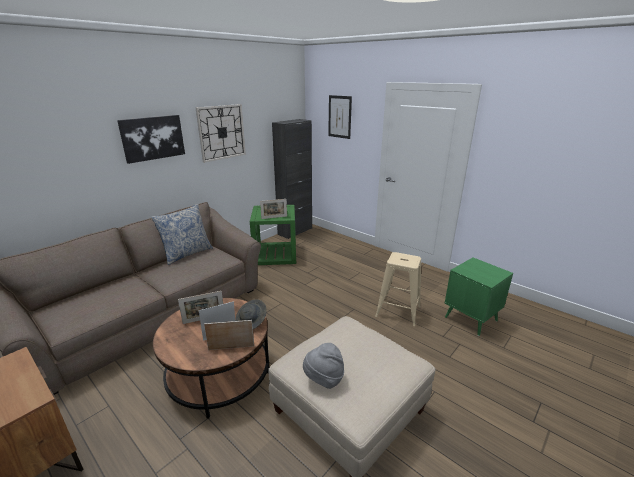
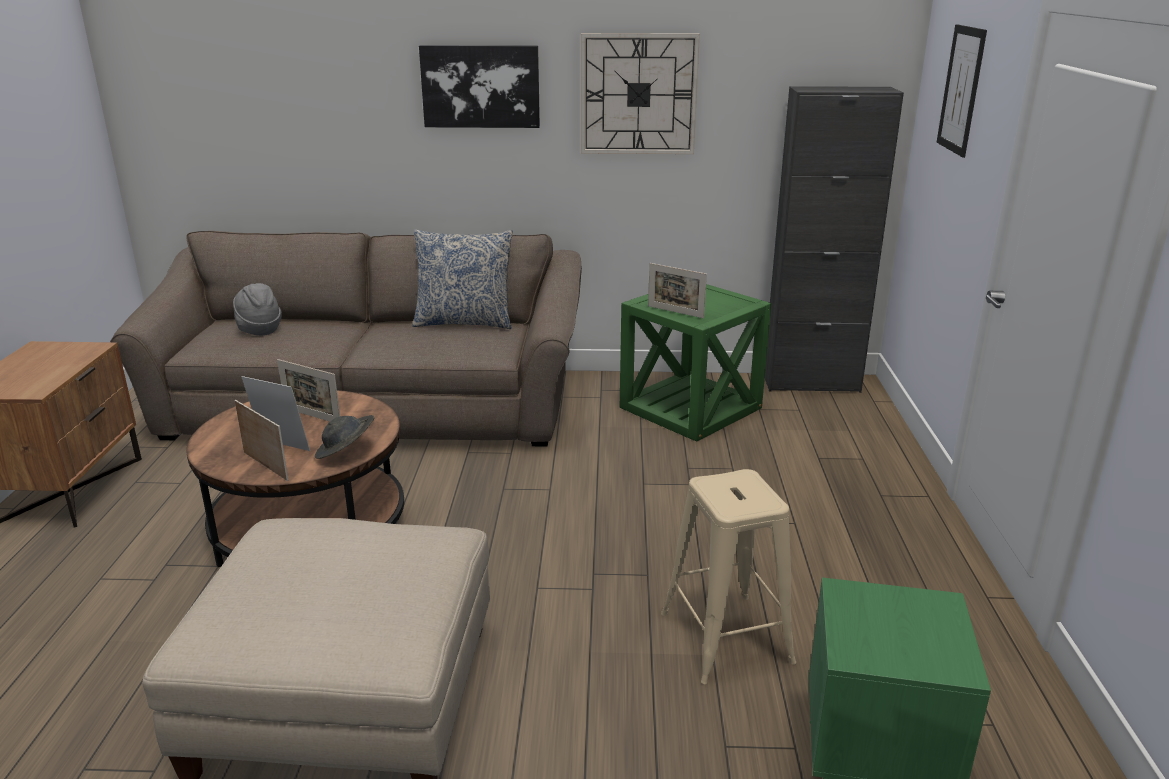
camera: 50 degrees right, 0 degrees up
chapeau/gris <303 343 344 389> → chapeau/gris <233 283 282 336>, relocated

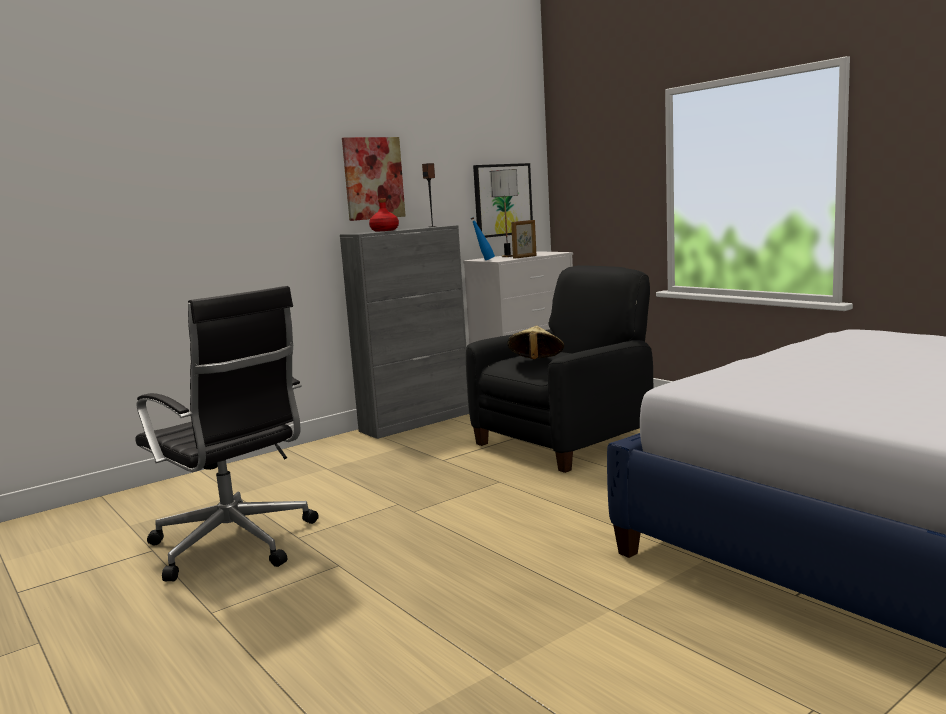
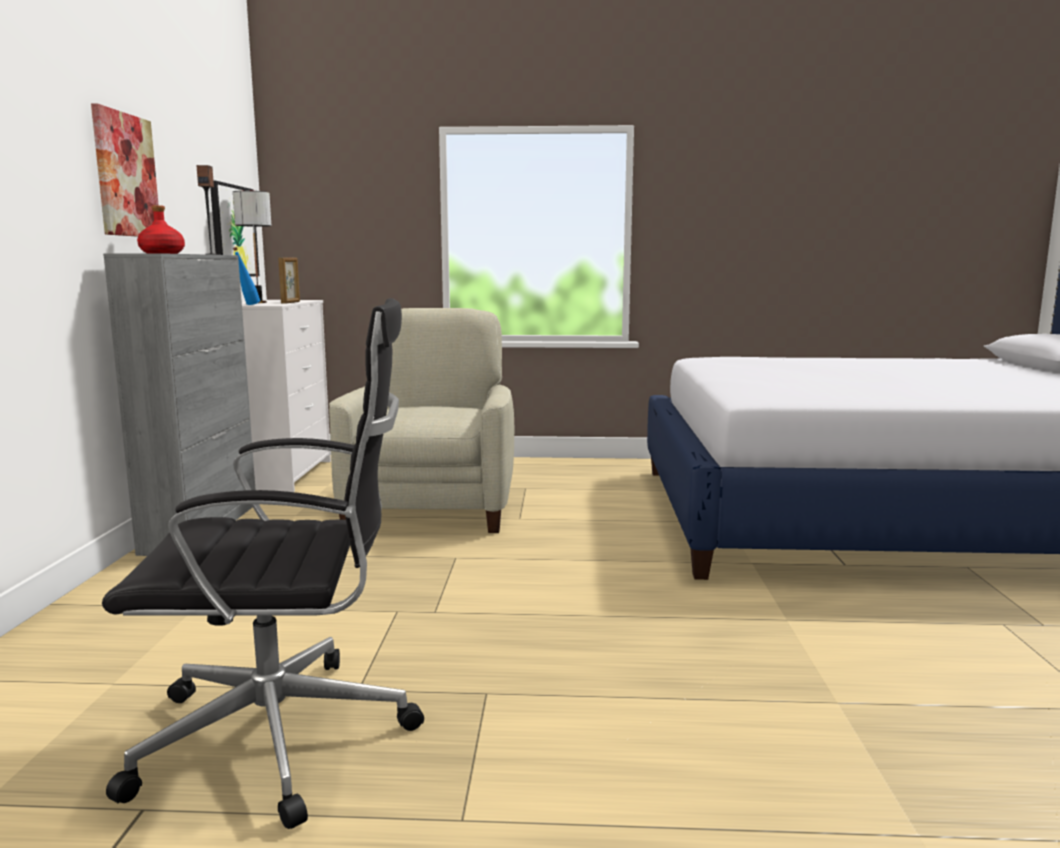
camera: 50 degrees left, 0 degrees up
fauteuil/noir <466 265 653 473> → fauteuil/beige <329 308 514 533>
chapeau/beige <507 326 564 359> → -

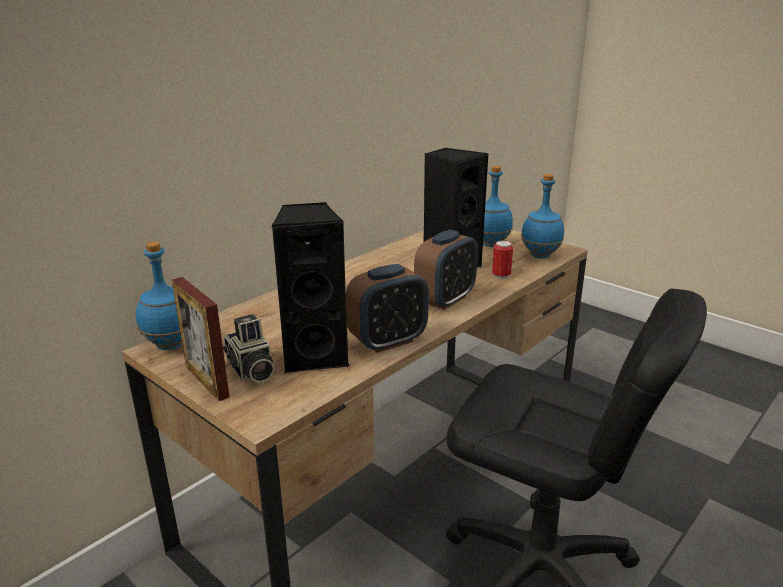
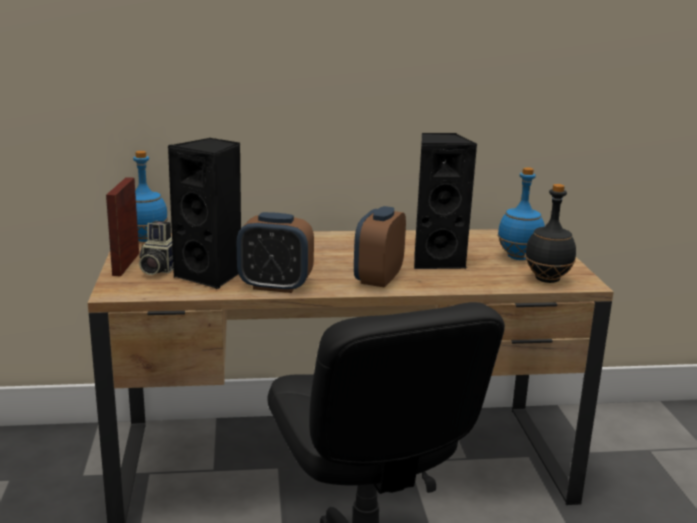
camera: 40 degrees right, 5 degrees down
réveil <414 230 478 310> → réveil <354 206 406 288>, 120 degrees clockwise
boîte métallique <492 240 513 279> → -
bouteille/bleu <521 174 564 258> → bouteille/noir <525 184 576 283>

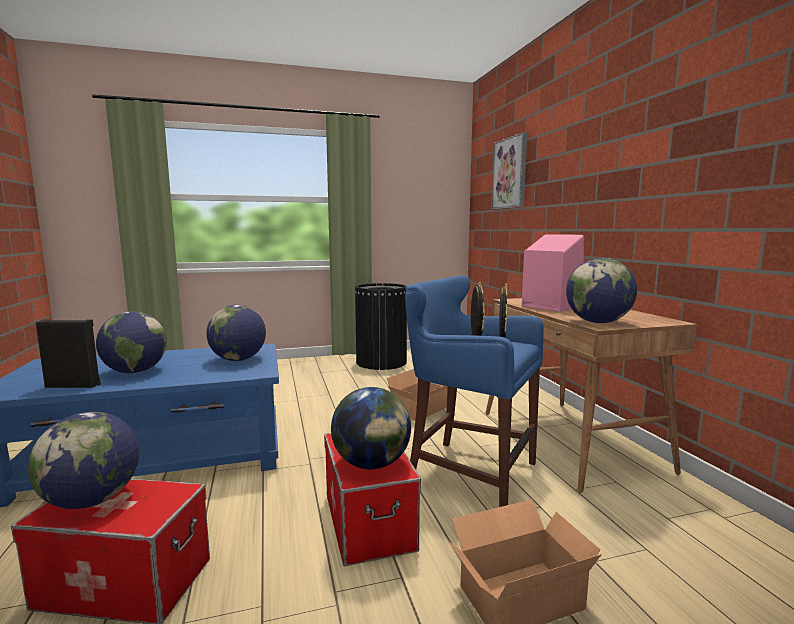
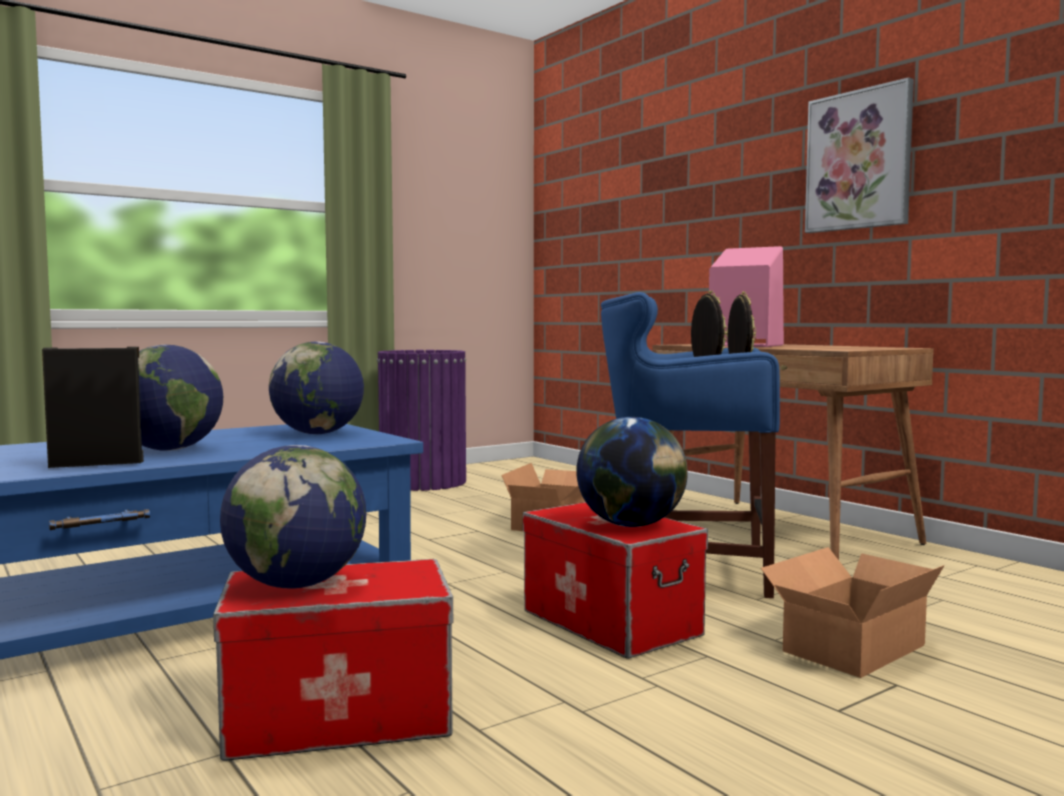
camera: 20 degrees left, 5 degrees down
poubelle/noir <355 283 407 370> → poubelle/violet <377 350 466 491>
tableau <492 132 527 209> → tableau <805 77 914 233>, relocated
globe <566 258 637 323> → -

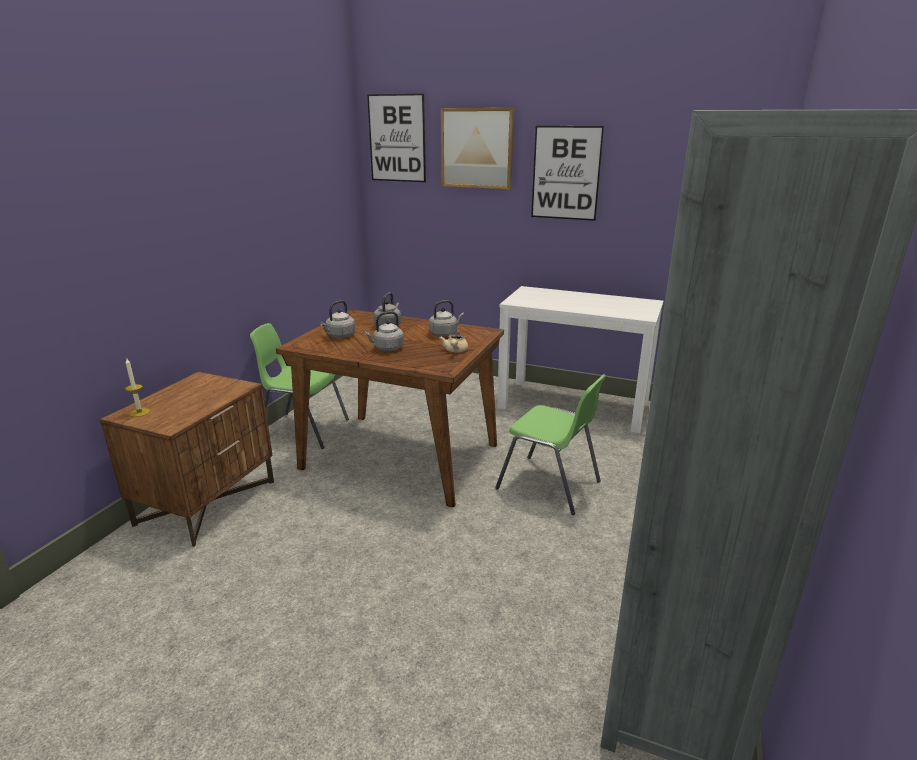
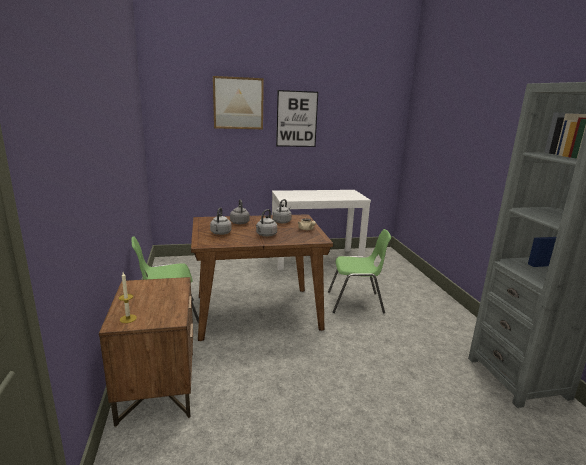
camera: 35 degrees left, 5 degrees down
tableau <367 94 426 182> → -

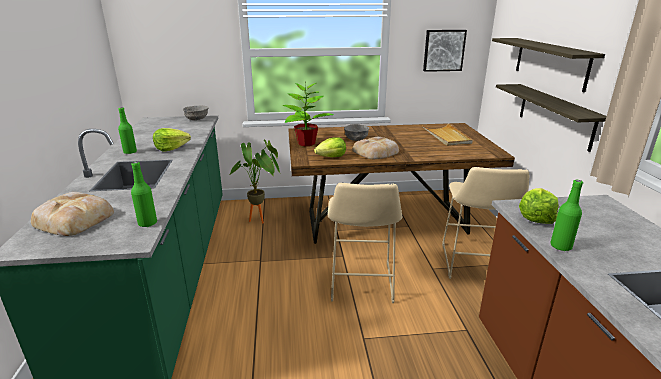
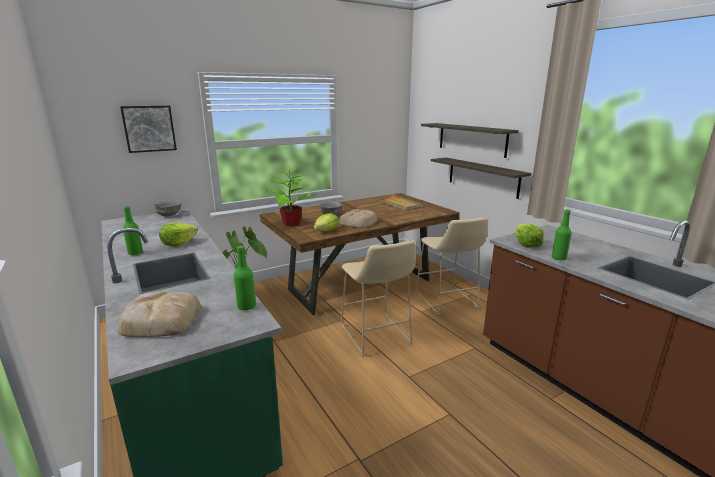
camera: 25 degrees left, 5 degrees down
tableau <423 30 467 72> → tableau <120 106 177 153>, relocated

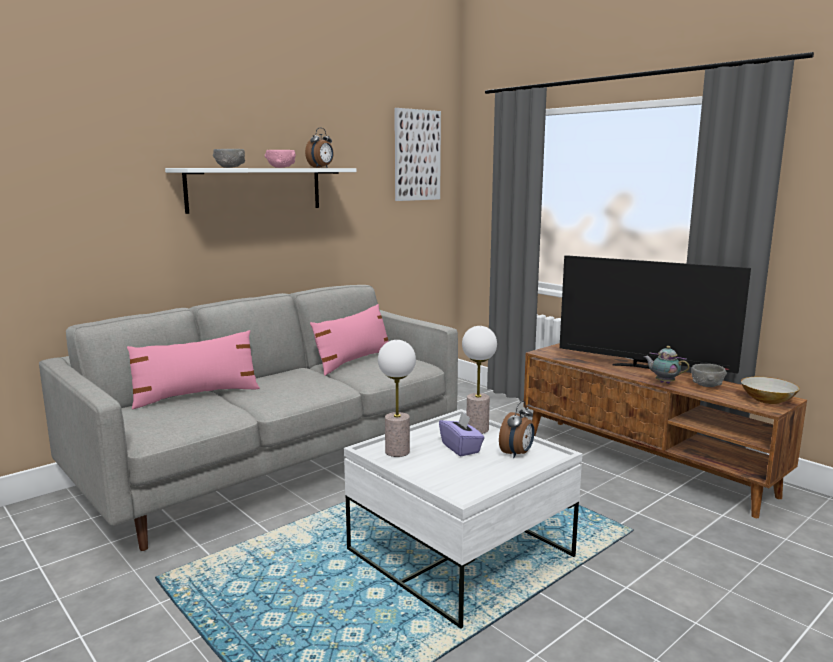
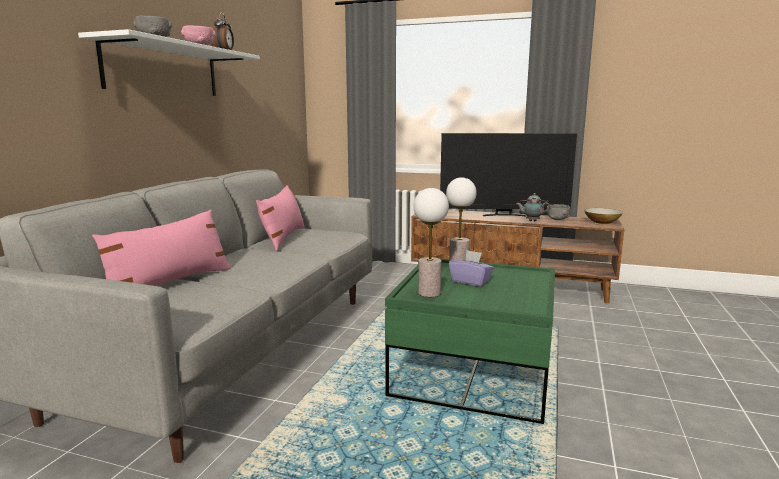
camera: 30 degrees left, 0 degrees up
table basse/blanc <344 409 582 629> → table basse/vert <385 259 555 424>
tableau <394 108 441 201> → -
réveil <499 401 535 458> → -

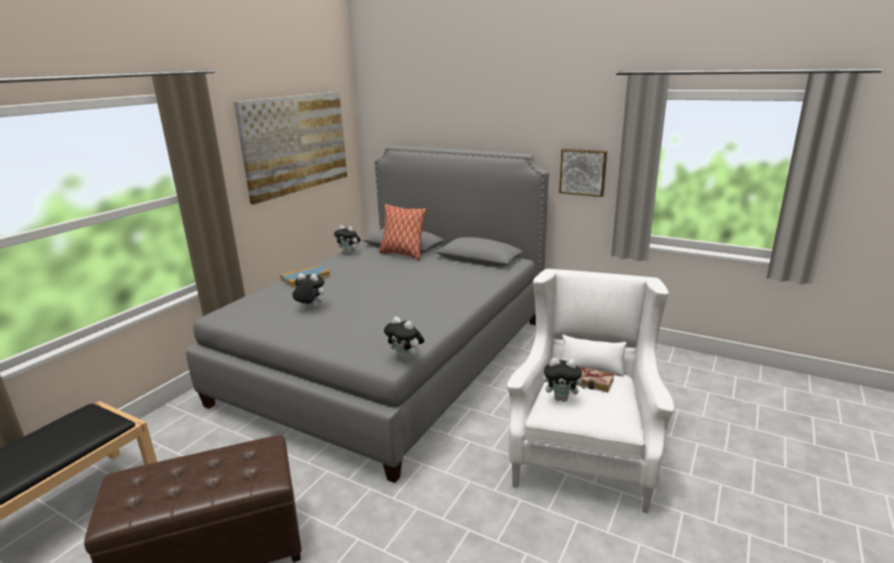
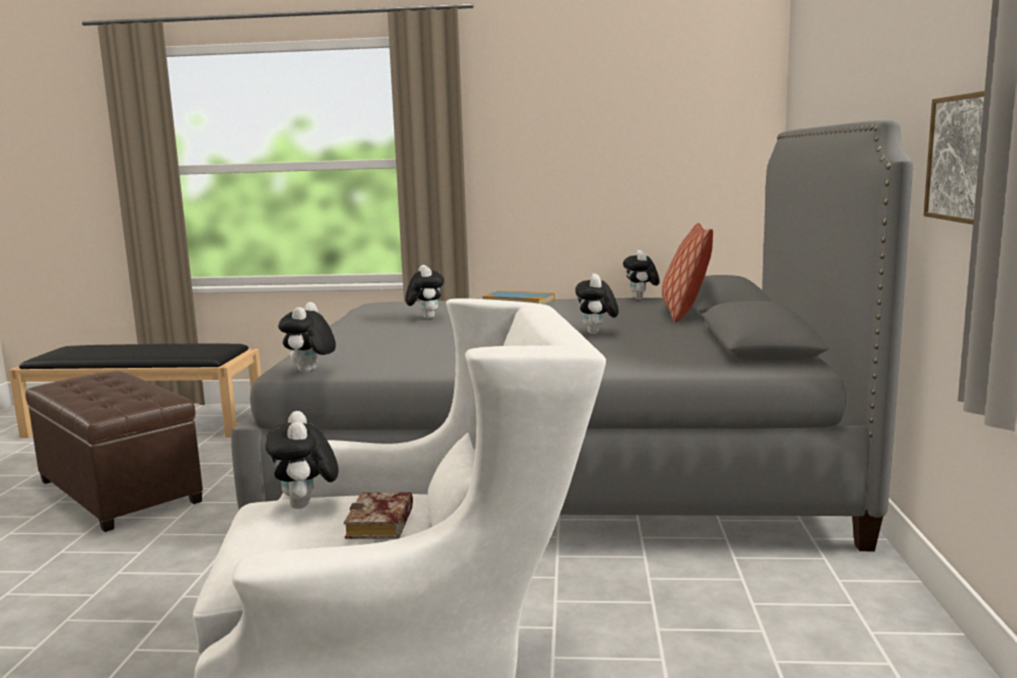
camera: 65 degrees right, 10 degrees down
tableau <234 92 347 205> → -
- → peluche <575 273 619 334>

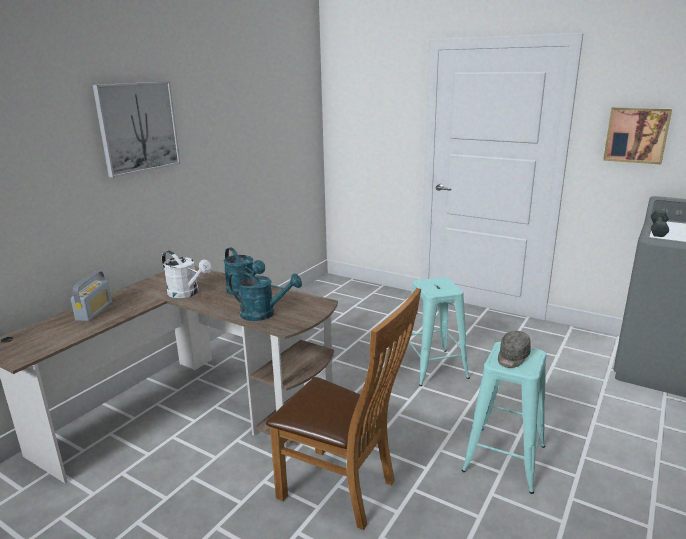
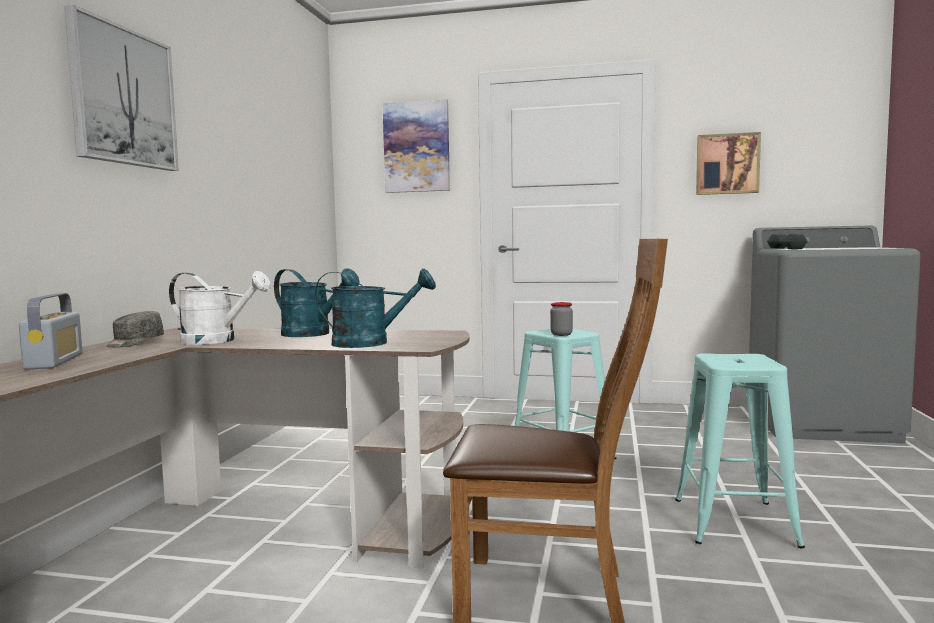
camera: 20 degrees left, 15 degrees down
casquette/gris <498 331 531 368> → casquette/gris <106 311 164 347>, relocated
- → tableau <382 99 450 193>
- → bocal <550 302 573 336>

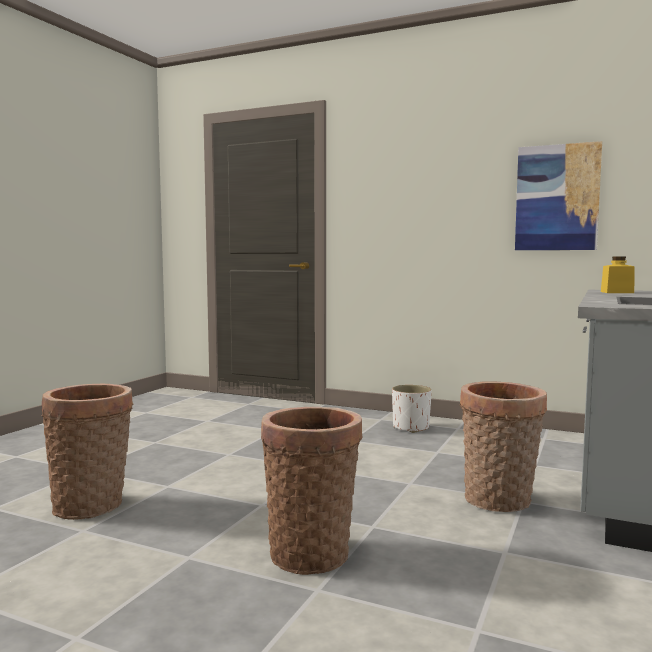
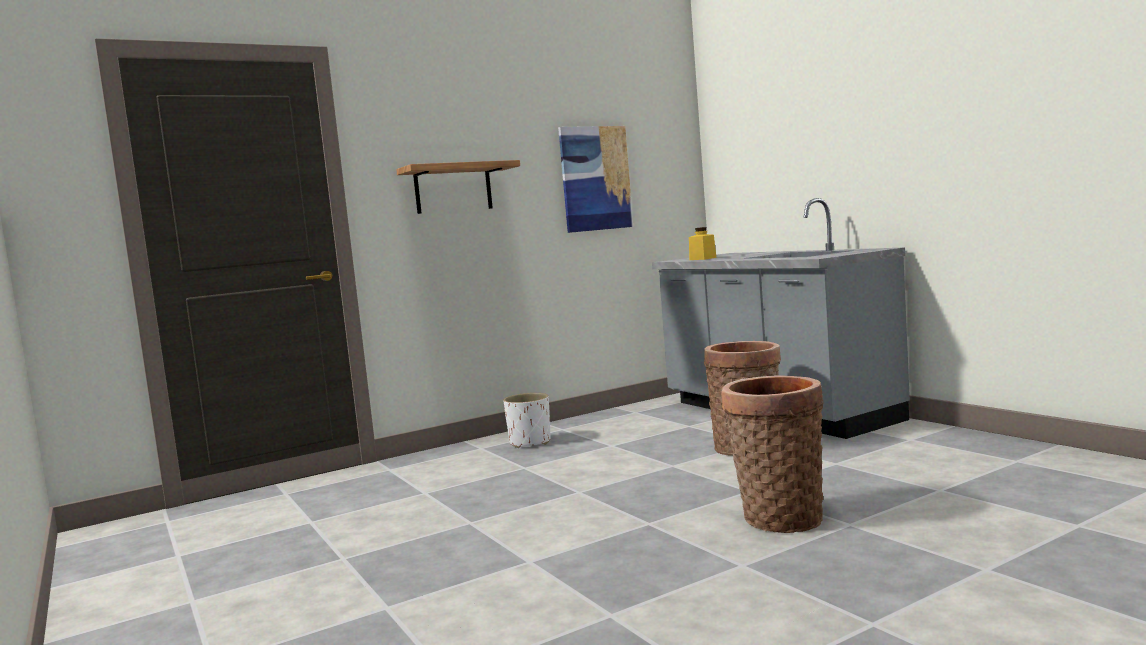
camera: 55 degrees left, 0 degrees up
panier <41 384 133 520> → -
- → étagère <396 160 520 214>

